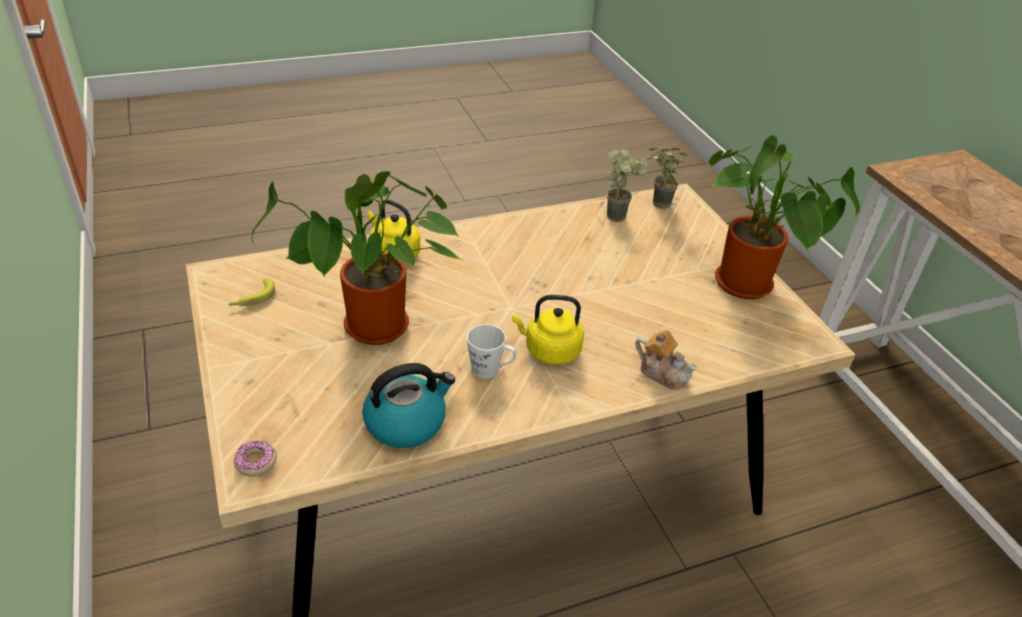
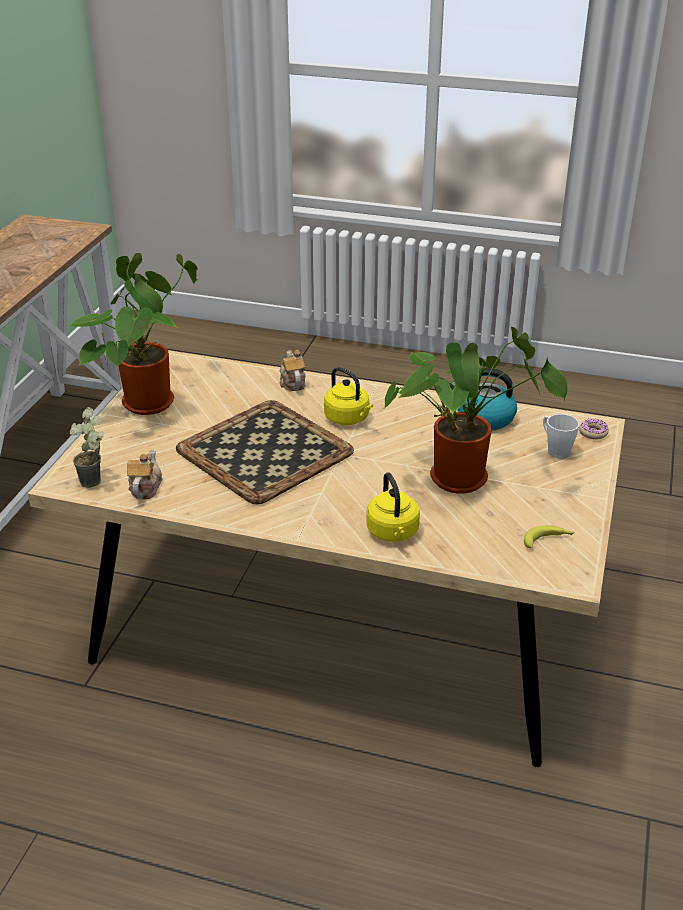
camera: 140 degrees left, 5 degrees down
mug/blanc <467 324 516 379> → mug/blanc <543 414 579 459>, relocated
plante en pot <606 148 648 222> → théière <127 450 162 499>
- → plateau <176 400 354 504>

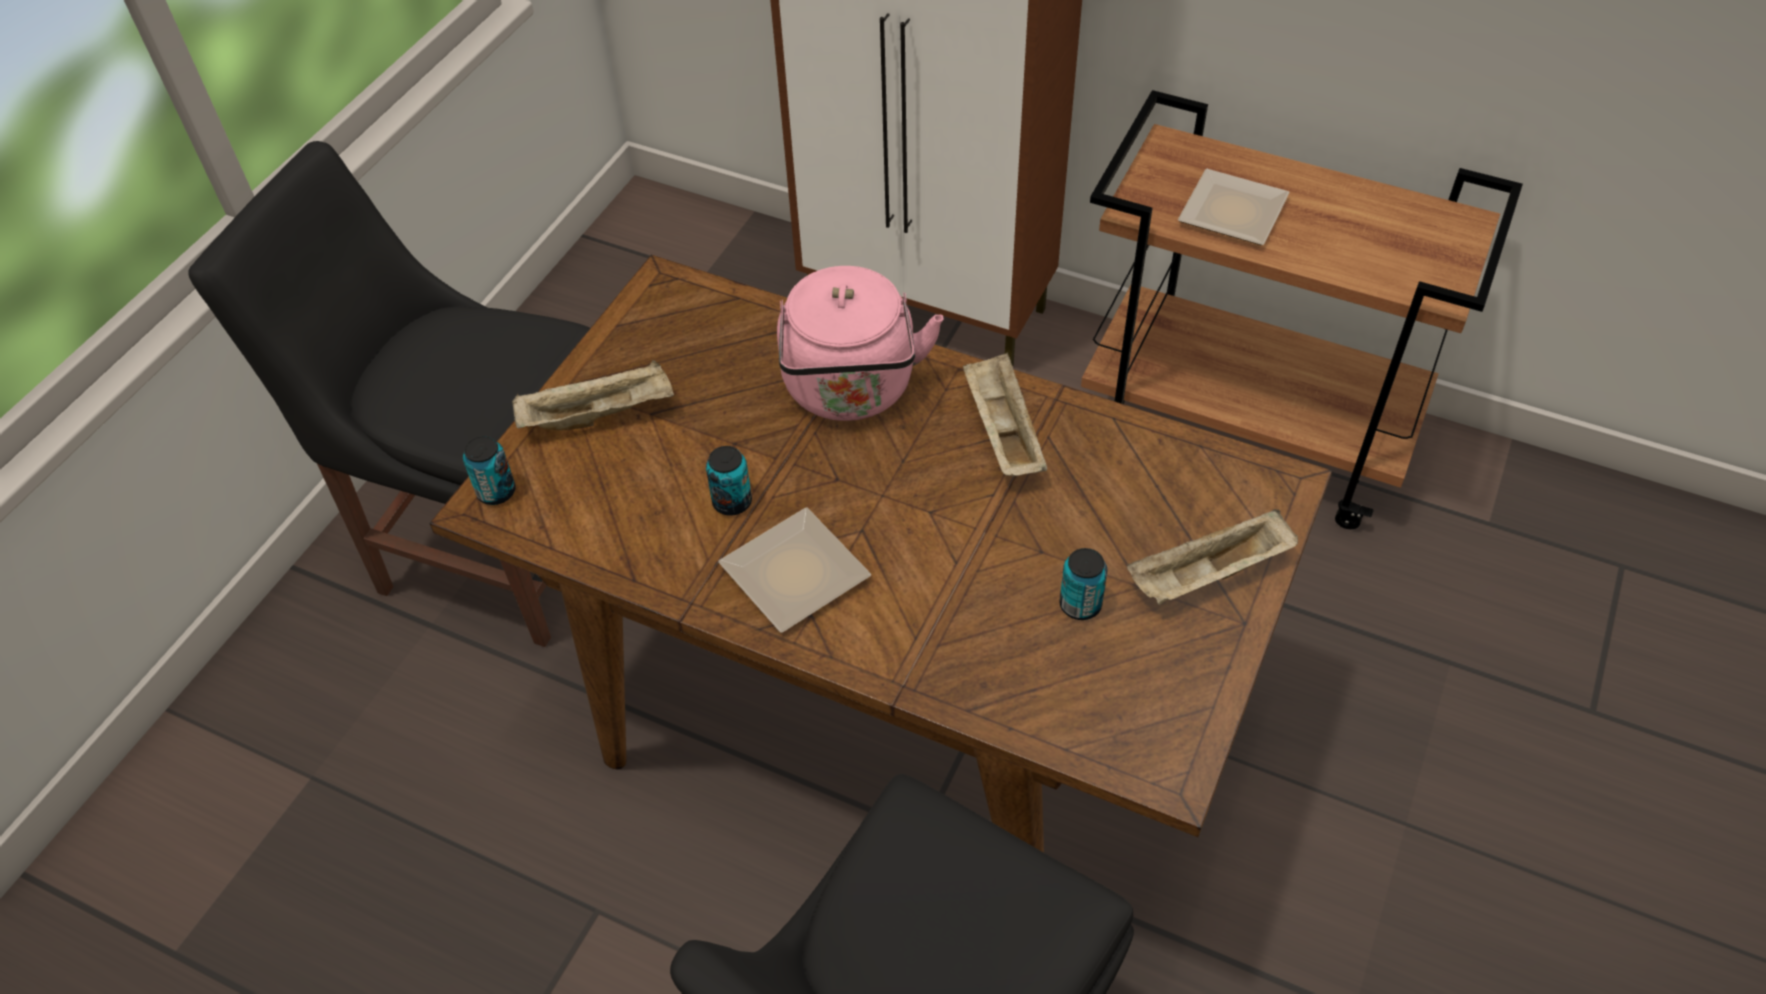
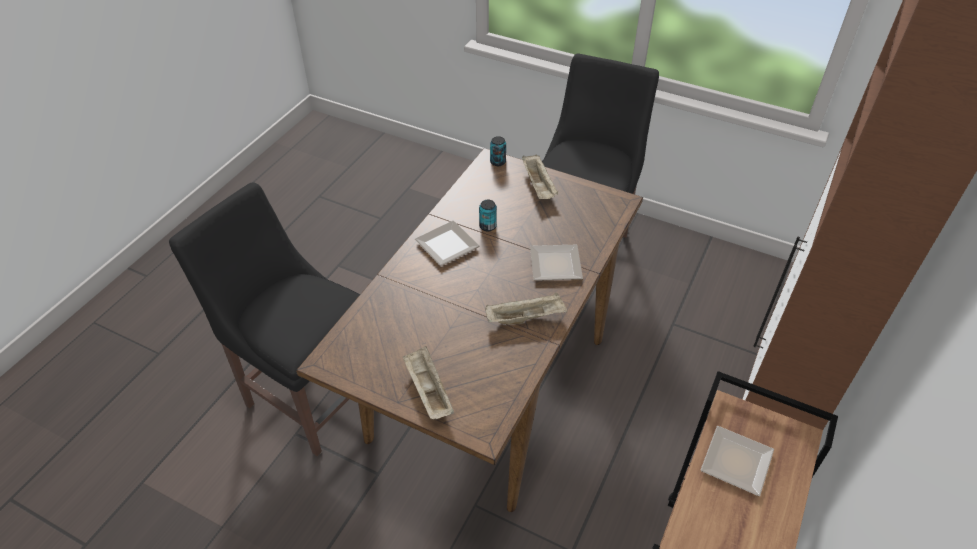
camera: 90 degrees right, 5 degrees down
bouilloire/rose <777 266 944 421> → assiette <530 245 583 281>
boîte métallique <1059 548 1107 620> → -

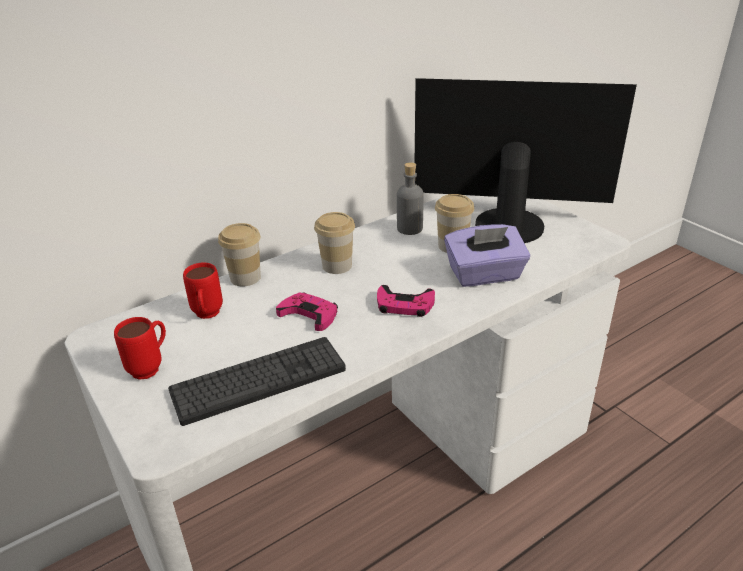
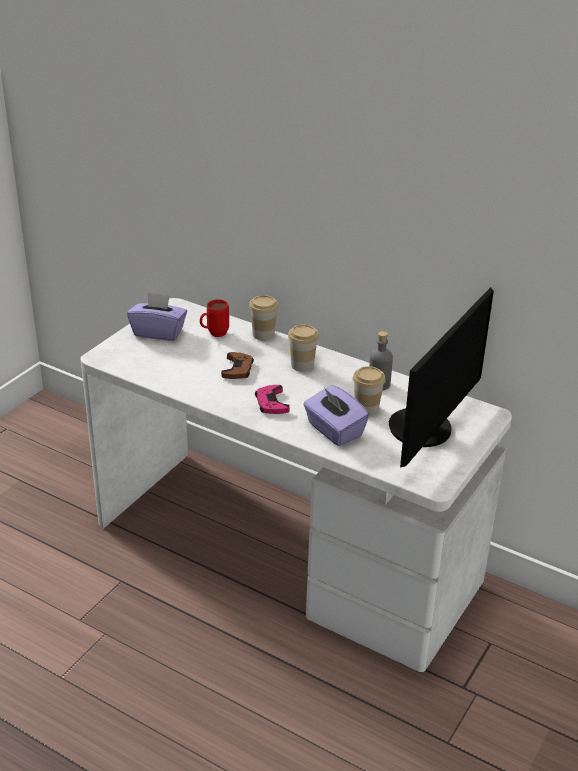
camera: 65 degrees right, 0 degrees up
mug/rouge <114 317 166 380> → boîte à mouchoirs/violet <127 292 187 341>
clavier <168 337 346 426> → -
manette/rose <276 292 338 331> → manette/marron <221 352 254 379>
écran d'ordinateur <415 78 637 243> → écran d'ordinateur <389 287 494 467>, 45 degrees clockwise

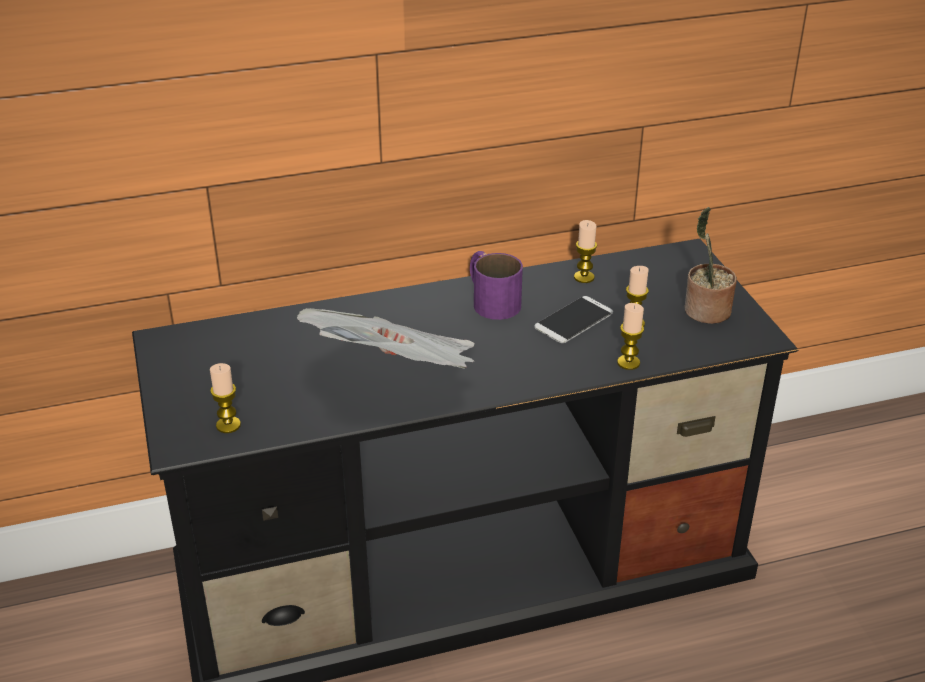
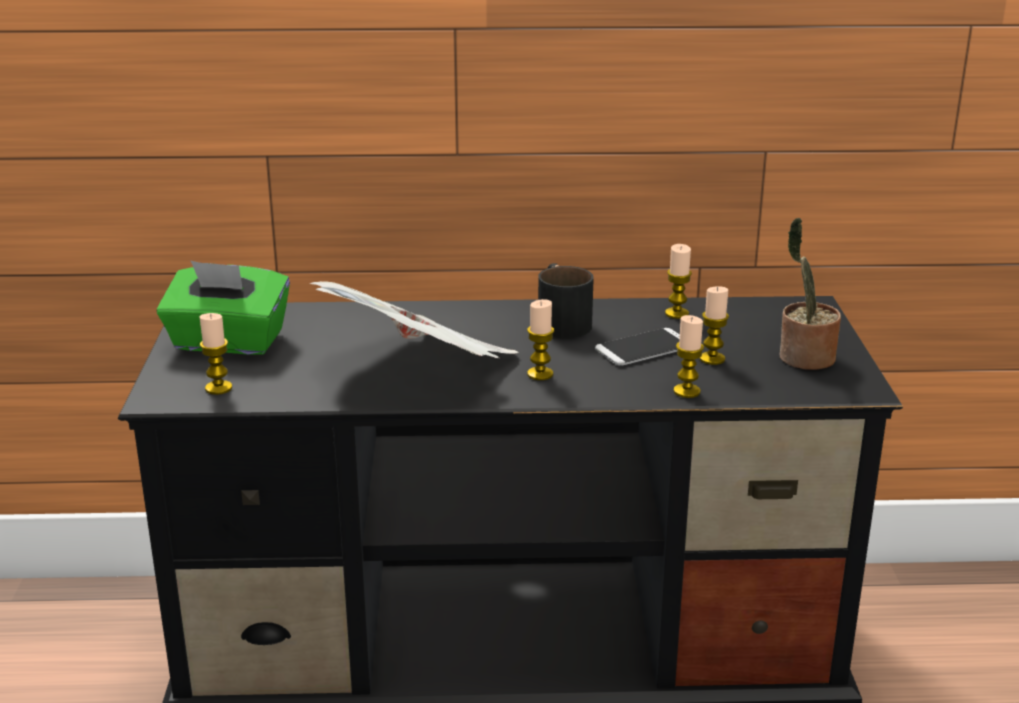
camera: 15 degrees right, 10 degrees down
mug/violet <470 251 523 320> → mug/noir <538 263 594 338>
- → boîte à mouchoirs/vert <157 261 290 355>
- → bougie <527 299 554 380>

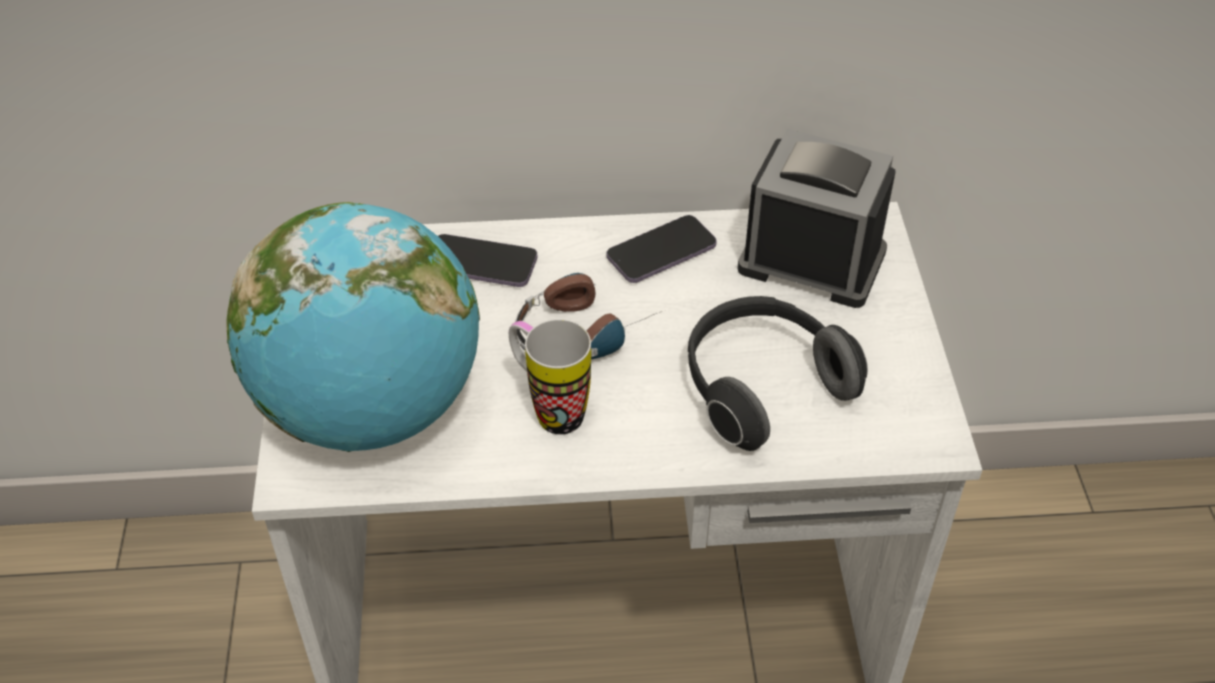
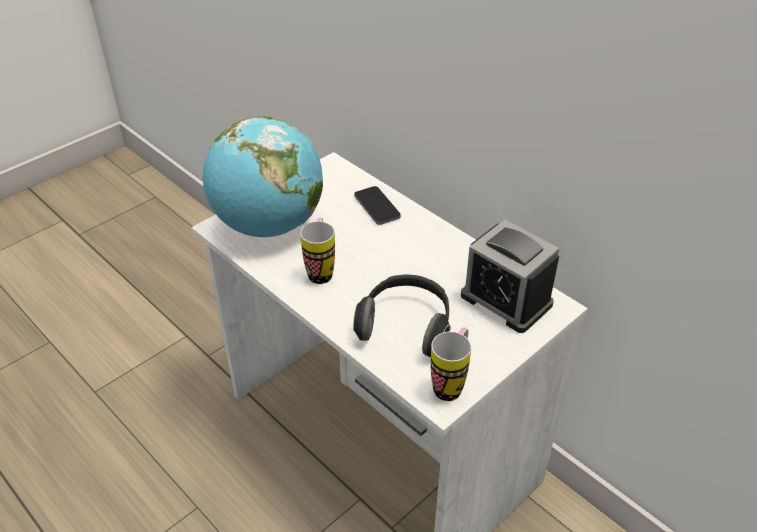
camera: 50 degrees right, 5 degrees down
casque audio <515 273 665 359> → -
téléphone <607 215 717 283> → -
réveil <738 129 896 308> → réveil <461 220 559 333>, 150 degrees clockwise
- → mug <431 327 471 401>

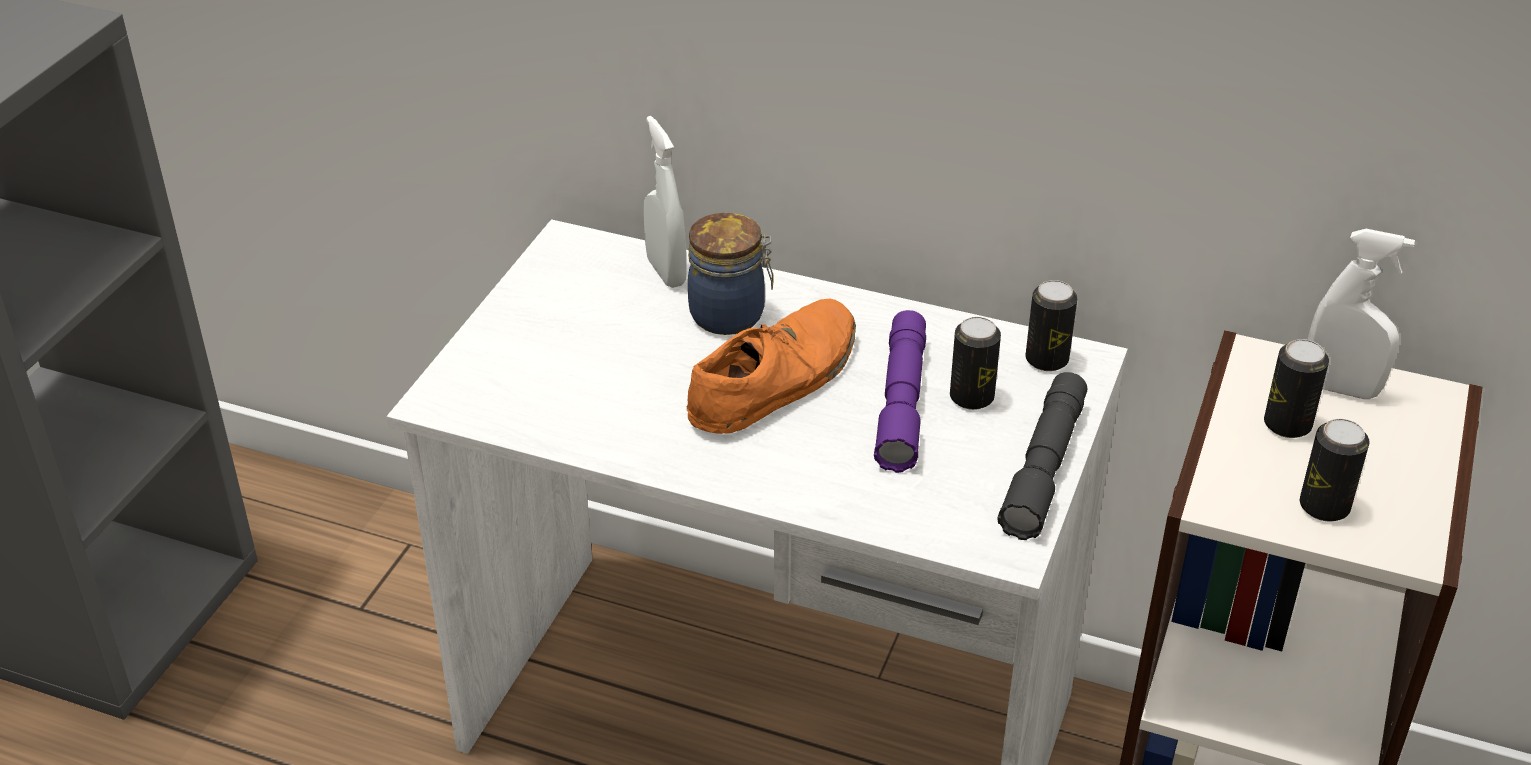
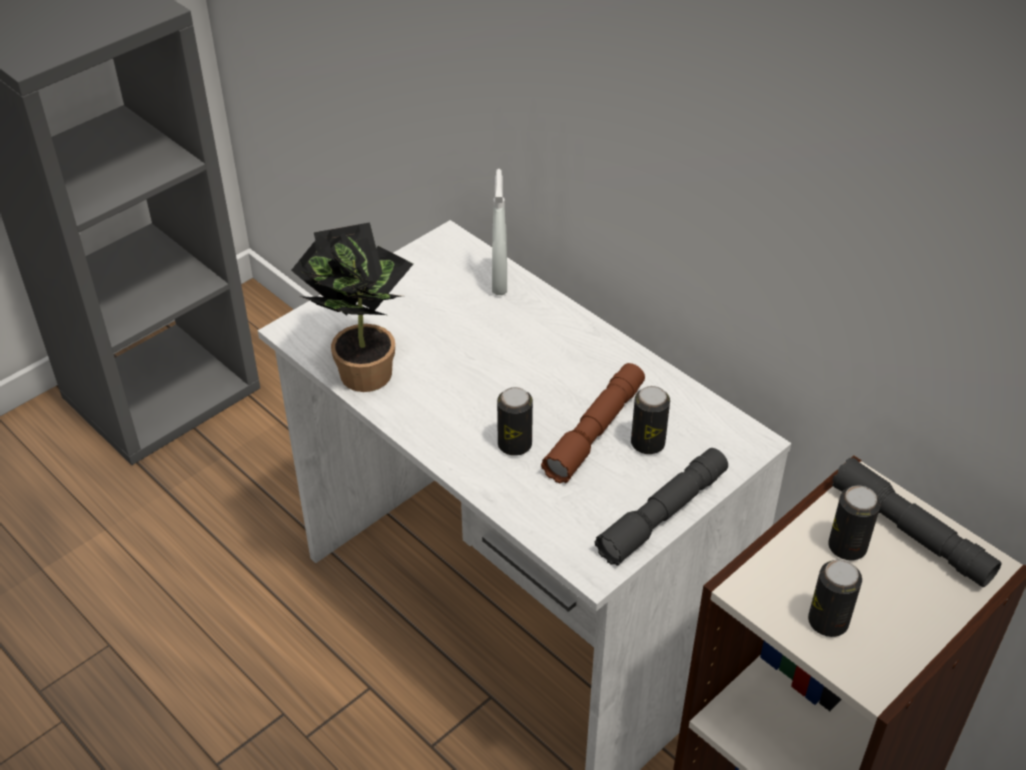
camera: 25 degrees right, 5 degrees up
chaussure/orange <687 298 856 434> → -
bocal <688 213 773 335> → -
lampe de poche/violet <874 310 926 473> → lampe de poche/marron <541 363 645 483>
boîte métallique <1025 280 1077 371> → boîte métallique <497 387 533 456>, relocated
vaporisateur/blanc <1308 229 1415 399> → lampe de poche/gris <832 457 1002 587>
- → plante en pot <291 222 413 392>

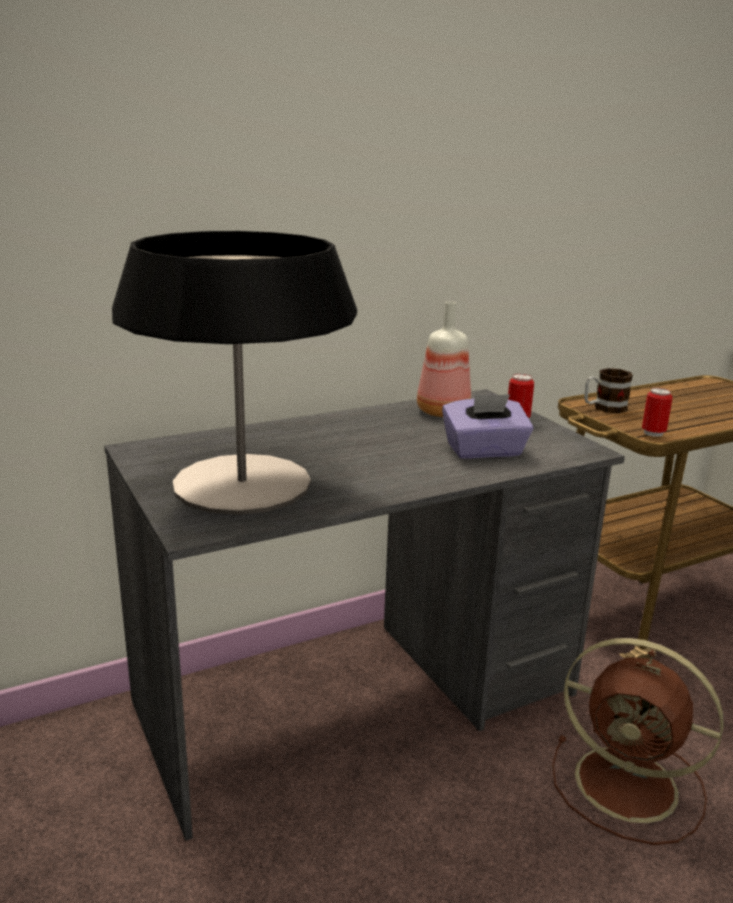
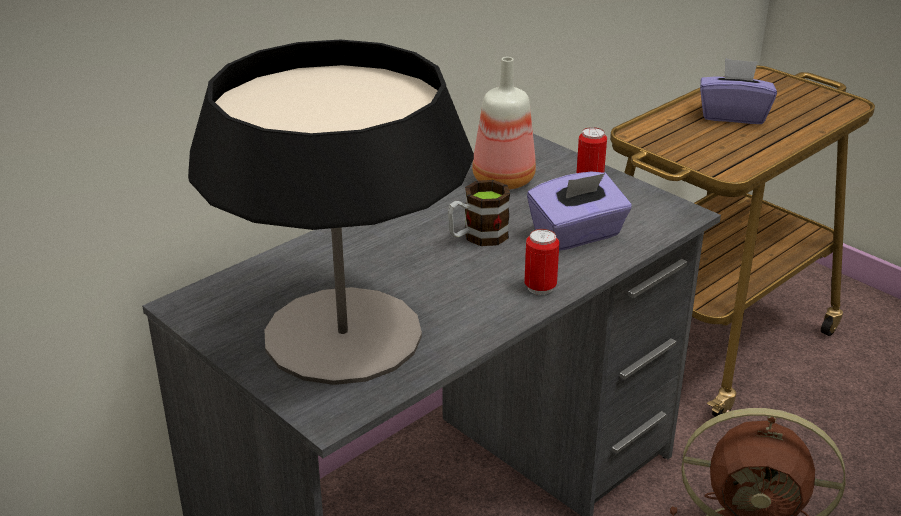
camera: 15 degrees left, 10 degrees up
mug <584 368 633 413> → mug <448 180 510 246>, relocated
boîte métallique <642 388 673 437> → boîte métallique <524 229 560 295>, relocated
- → boîte à mouchoirs/violet <700 58 777 124>

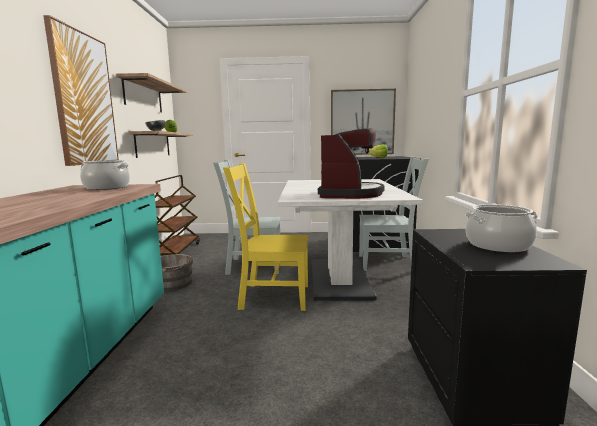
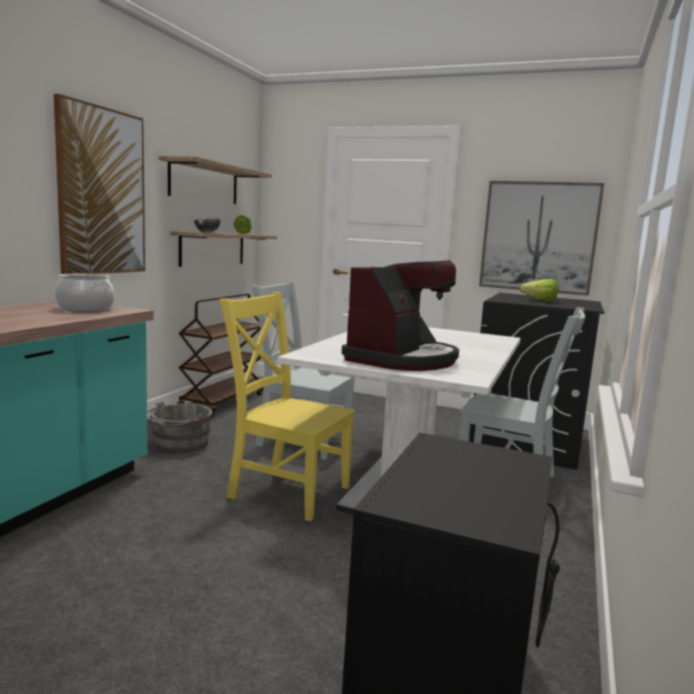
camera: 20 degrees right, 0 degrees up
marmite <465 204 538 252> → -

